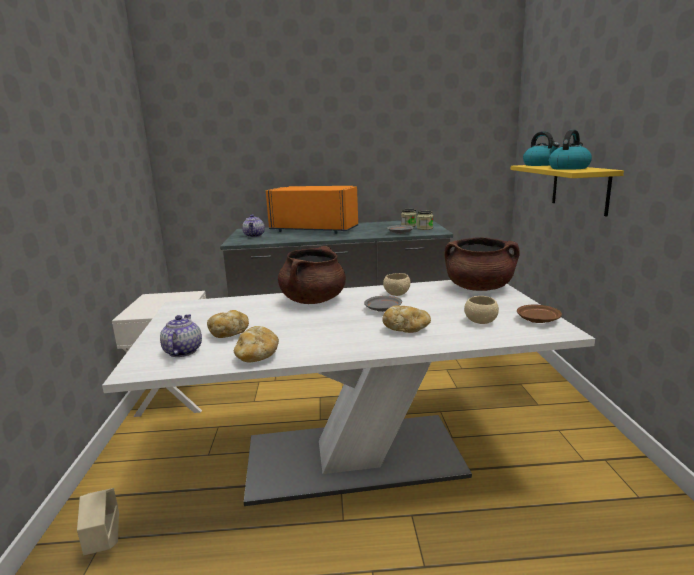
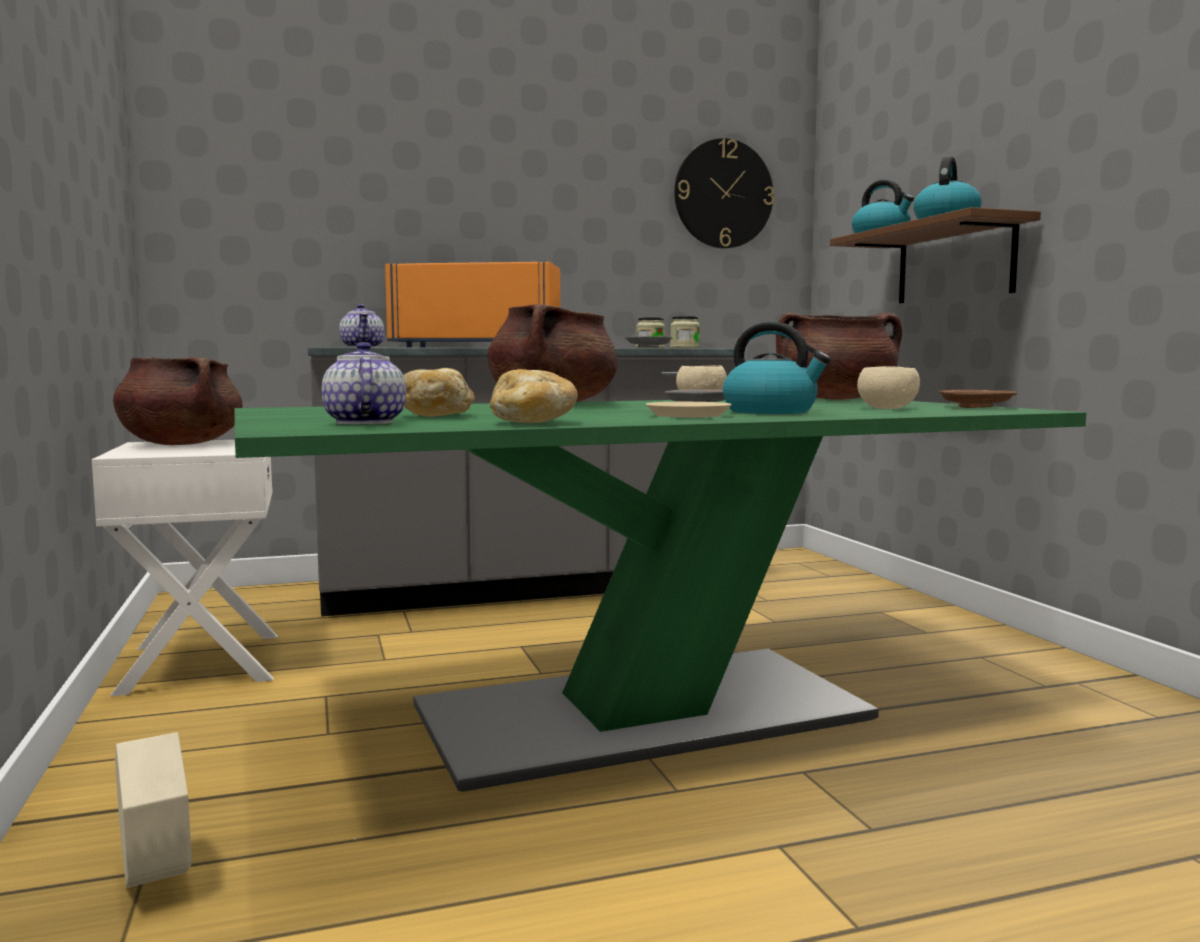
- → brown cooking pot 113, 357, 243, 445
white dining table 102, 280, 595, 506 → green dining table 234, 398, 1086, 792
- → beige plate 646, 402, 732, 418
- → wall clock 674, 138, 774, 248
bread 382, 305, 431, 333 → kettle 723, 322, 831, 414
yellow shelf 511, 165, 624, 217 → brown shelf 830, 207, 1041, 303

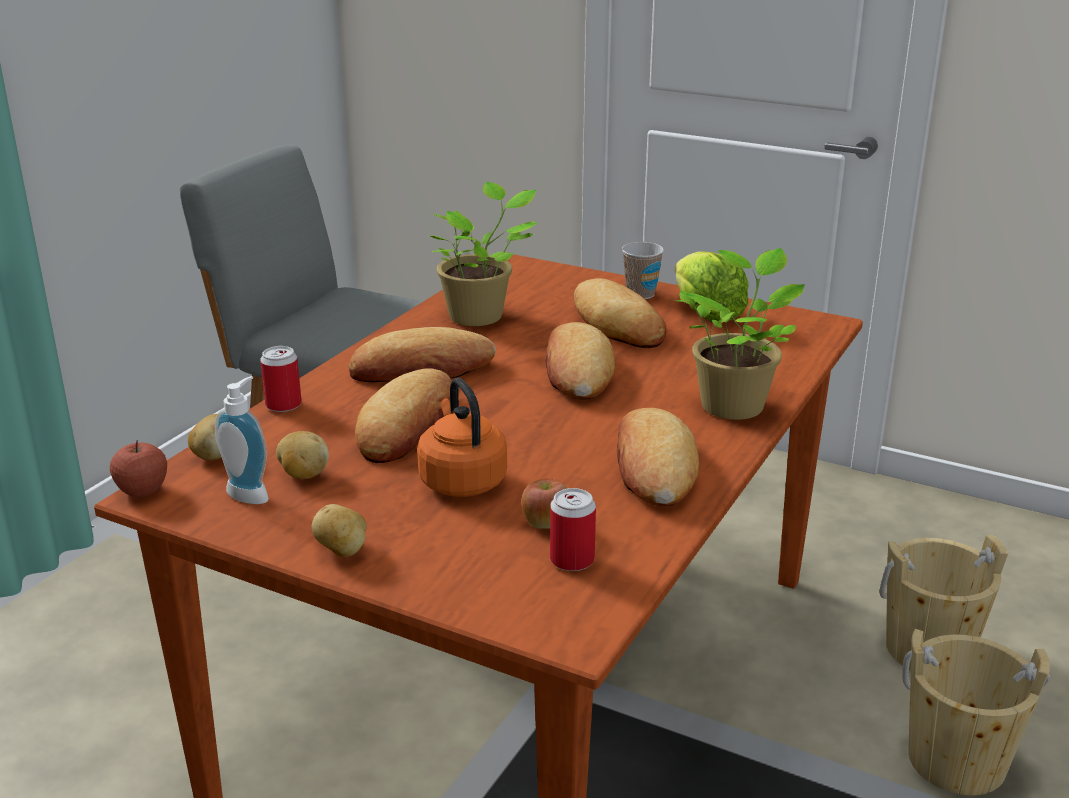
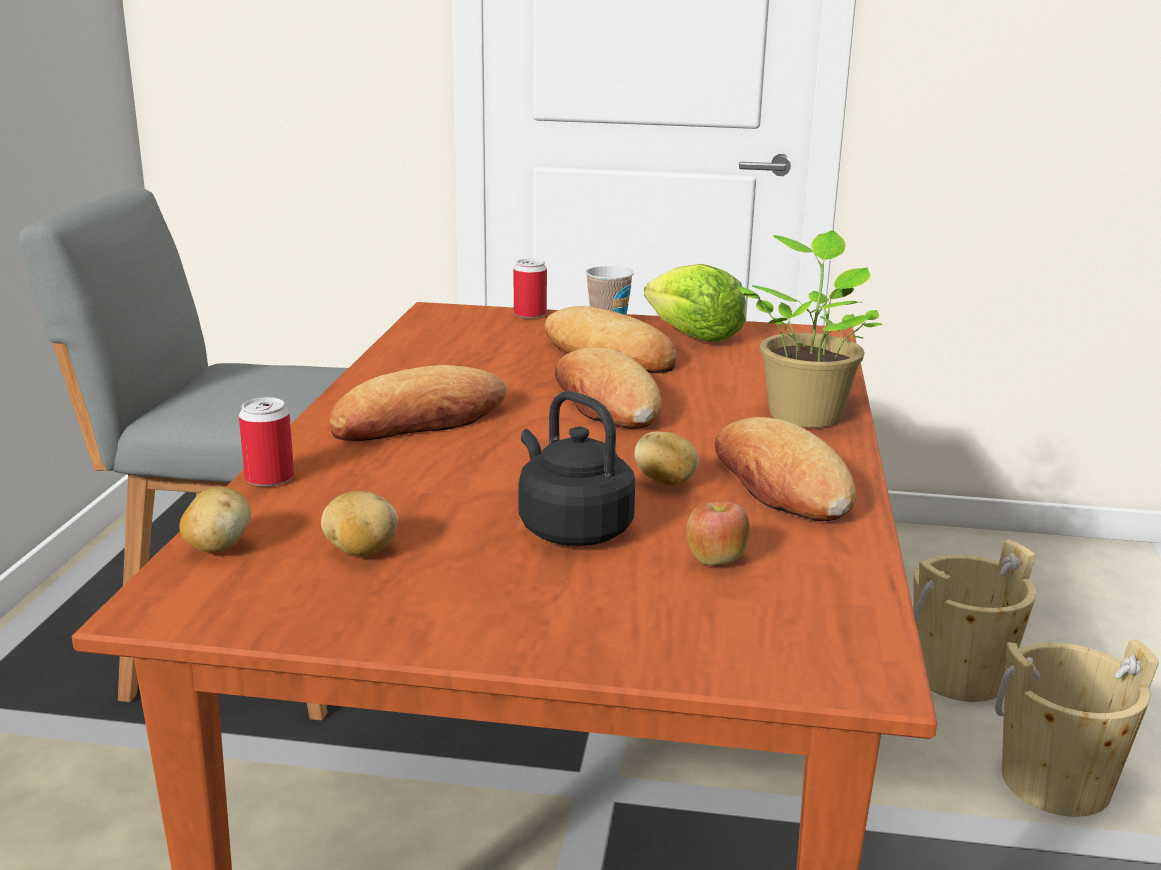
can 550, 488, 596, 571 → can 514, 259, 547, 319, move
orange kettle 417, 378, 507, 497 → black kettle 519, 391, 635, 546
potato 312, 504, 367, 557 → potato 634, 432, 699, 486, move
apple 110, 441, 167, 497 → -
soap dispenser 215, 376, 269, 504 → -
bread 355, 368, 452, 463 → -
potted plant 429, 182, 538, 326 → -

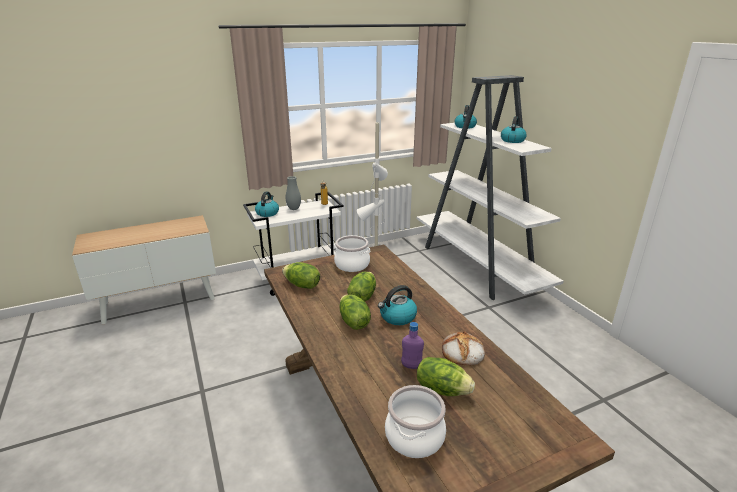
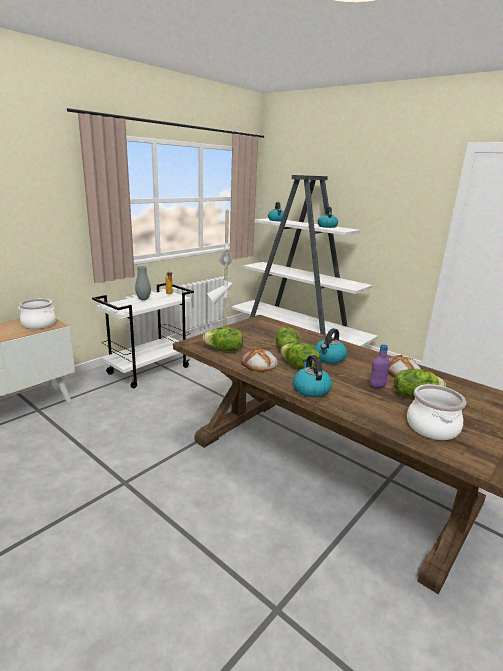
cooking pot 334, 235, 370, 272 → cooking pot 18, 299, 56, 329, move
- → bread 241, 348, 278, 372
kettle 255, 192, 279, 217 → kettle 293, 355, 332, 398, move

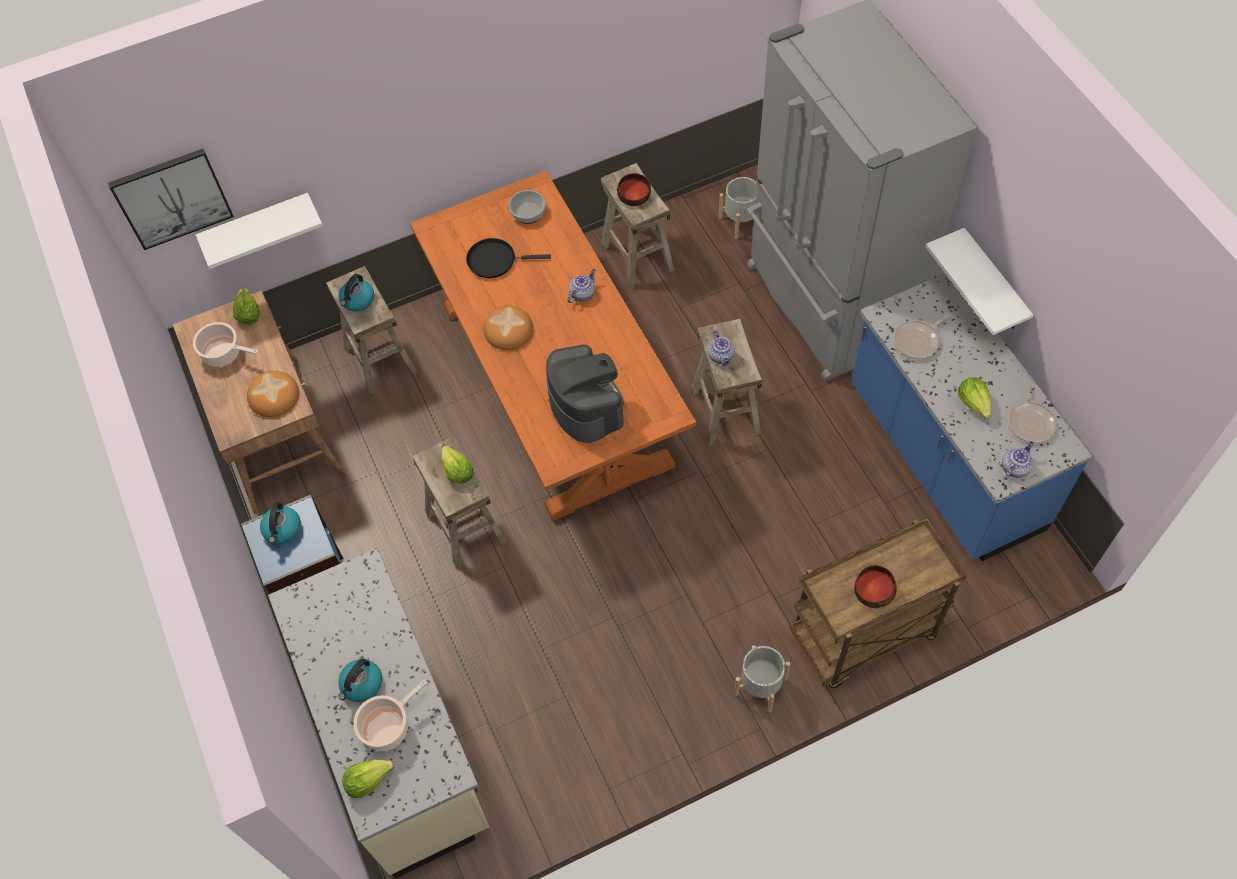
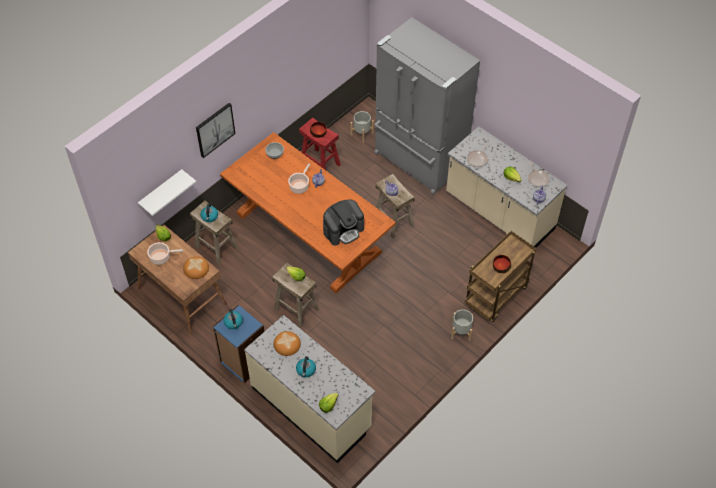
picture 108, 149, 234, 250 → picture 196, 103, 235, 158, move
bread 483, 305, 533, 350 → bread 274, 331, 301, 356, move
cooking pot 353, 679, 428, 751 → cooking pot 288, 163, 310, 194, move
beige stool 601, 163, 674, 290 → red stool 299, 117, 341, 170
coffee machine 546, 344, 624, 443 → coffee machine 323, 200, 364, 246, 105 degrees clockwise
blue counter 851, 273, 1092, 561 → beige counter 446, 126, 568, 248
black frying pan 466, 238, 551, 278 → -
white shelf 925, 228, 1034, 335 → -

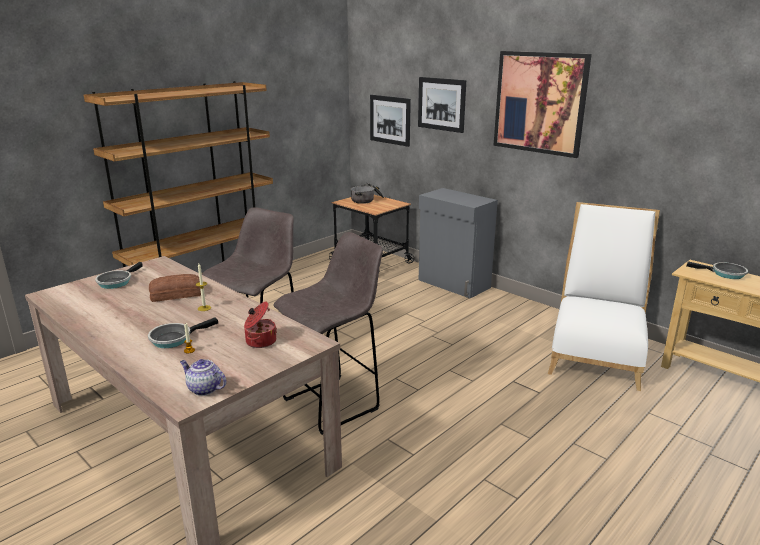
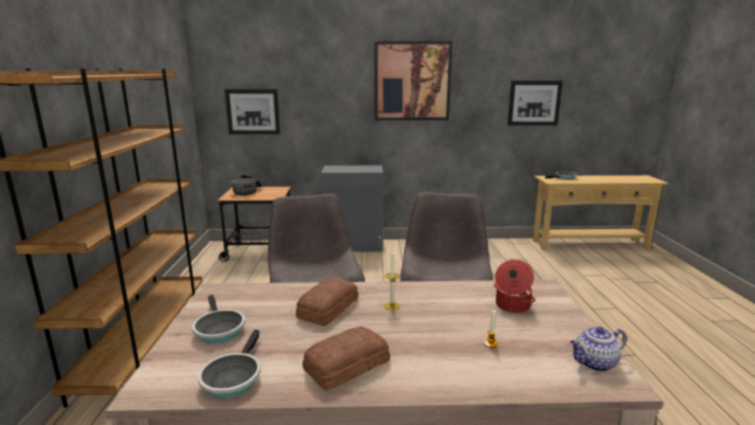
frying pan 148, 317, 218, 348 → frying pan 198, 330, 261, 398, move
- → bread 302, 327, 390, 391
picture 418, 77, 466, 133 → picture 508, 81, 563, 126, move
white chair 548, 202, 660, 391 → -

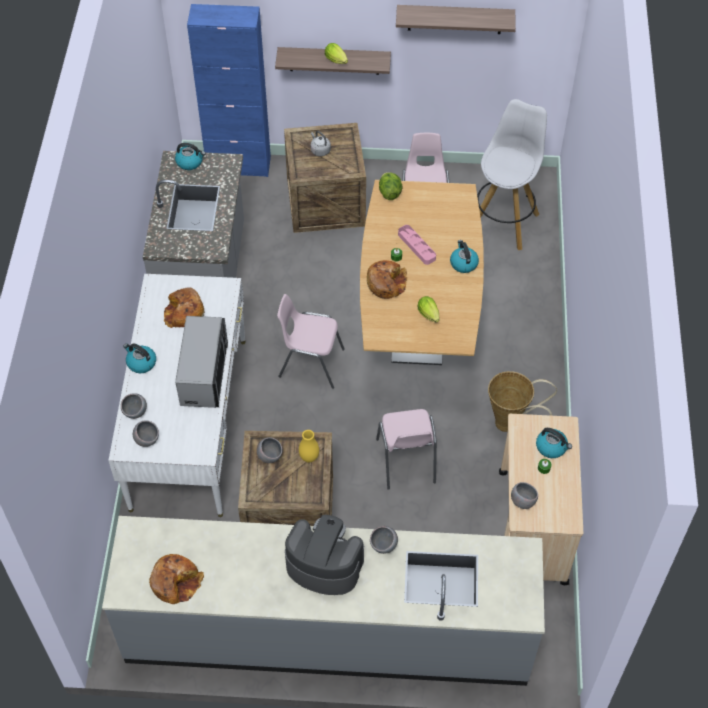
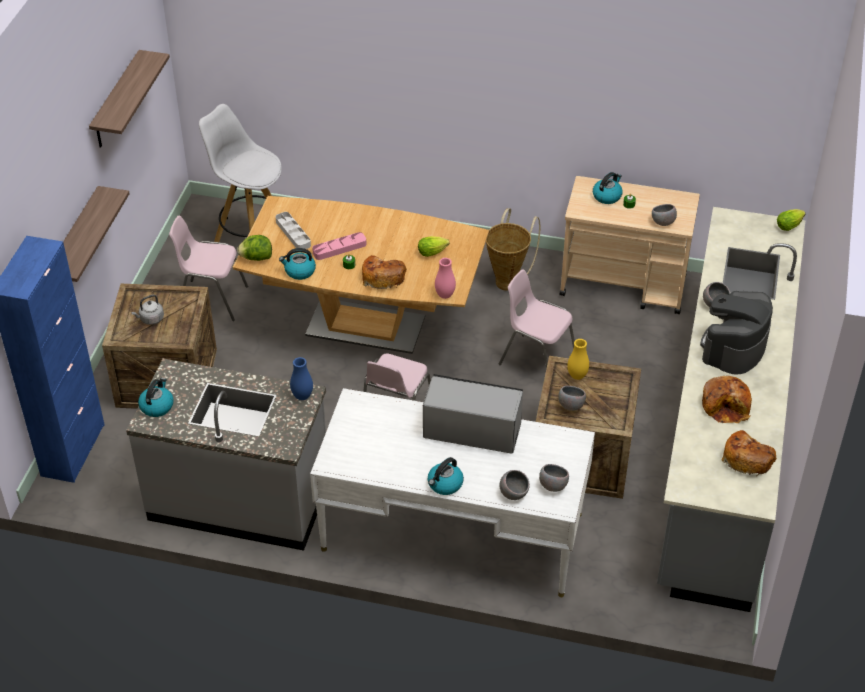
- → grey tray 276, 212, 311, 249
kettle 450, 240, 479, 273 → kettle 279, 248, 316, 280, move
- → blue vase 290, 357, 313, 400
- → pink vase 435, 258, 456, 299
pink chair 376, 409, 437, 490 → pink chair 499, 269, 575, 369, 150 degrees counterclockwise
bread 164, 288, 205, 328 → bread 702, 376, 752, 423, move
lettuce 325, 43, 348, 64 → lettuce 777, 209, 806, 231, move

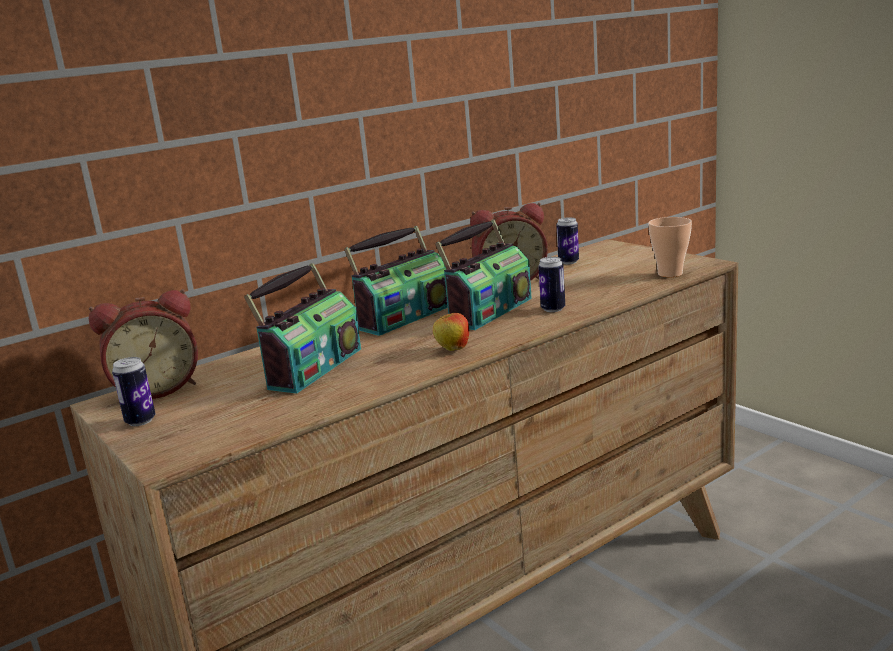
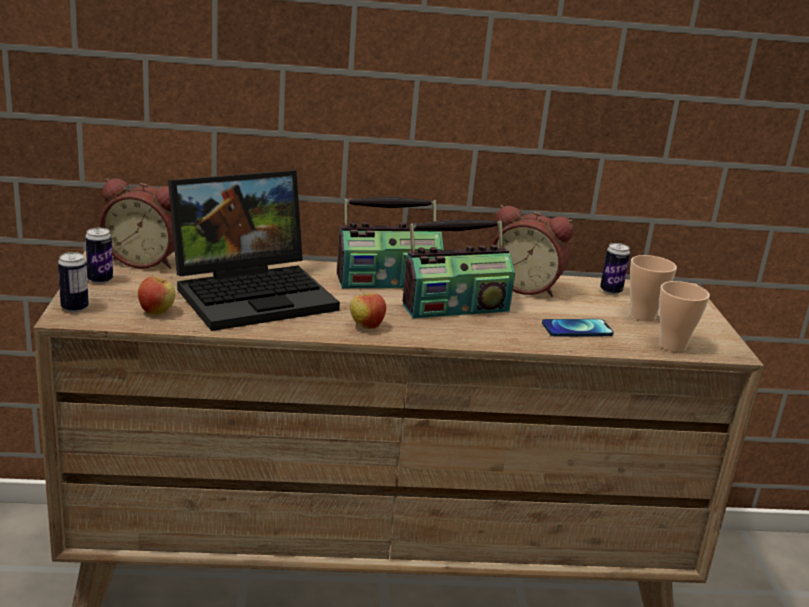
can 538, 257, 565, 312 → can 58, 252, 89, 313, move
- → apple 138, 277, 175, 315
radio 244, 263, 361, 394 → laptop 168, 170, 340, 331
- → phone 542, 319, 614, 337
- → cup 630, 255, 677, 321

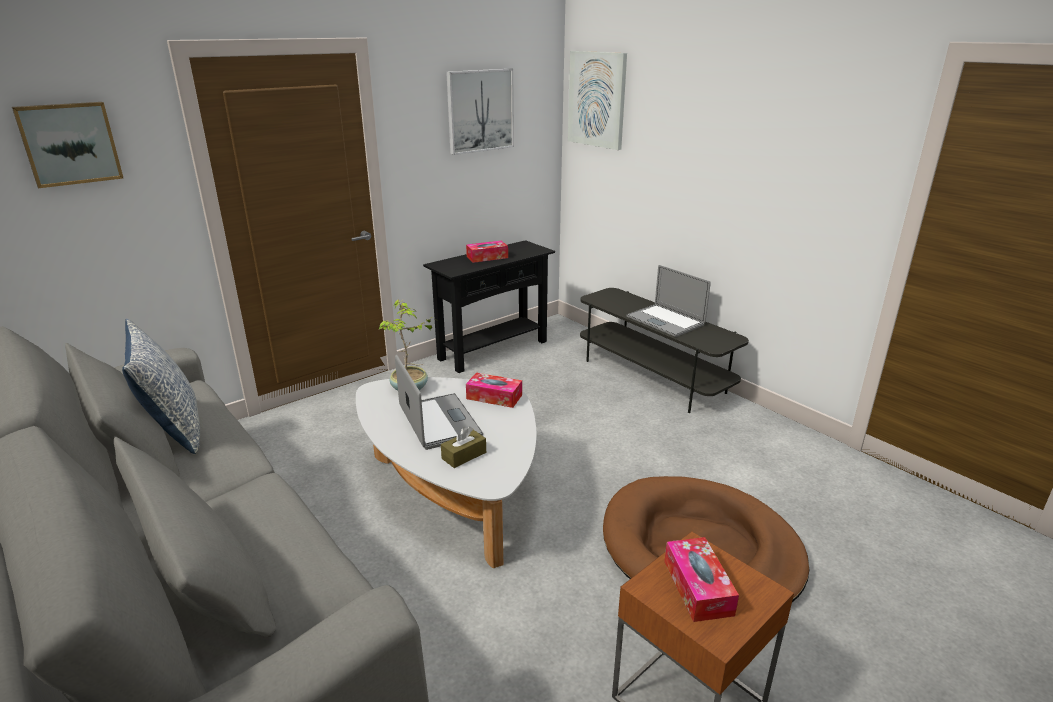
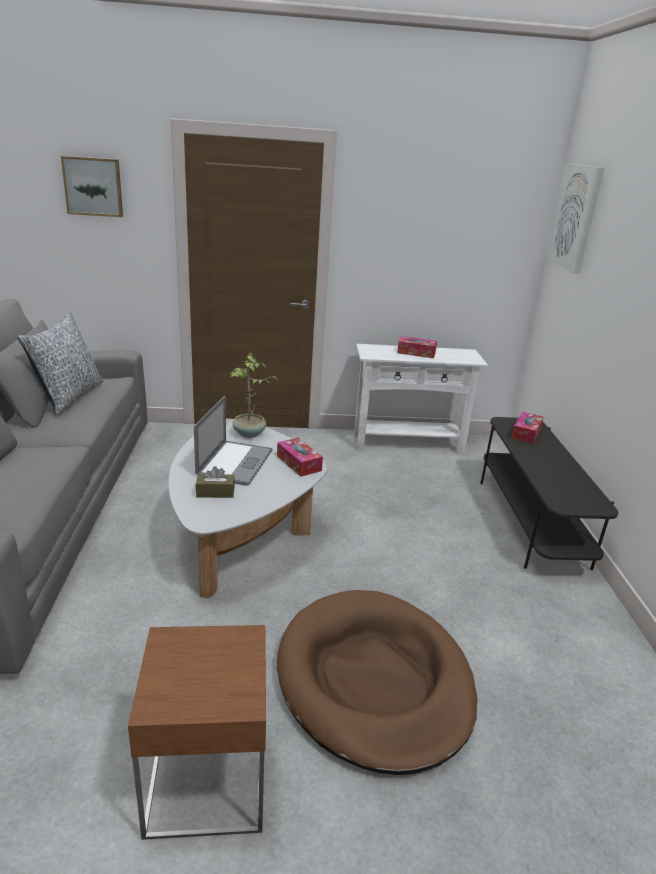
black console table 423, 240, 555, 373 → white console table 354, 344, 488, 454
tissue box 664, 537, 739, 622 → tissue box 512, 412, 543, 444, move
picture 446, 69, 514, 155 → -
laptop 626, 265, 711, 337 → -

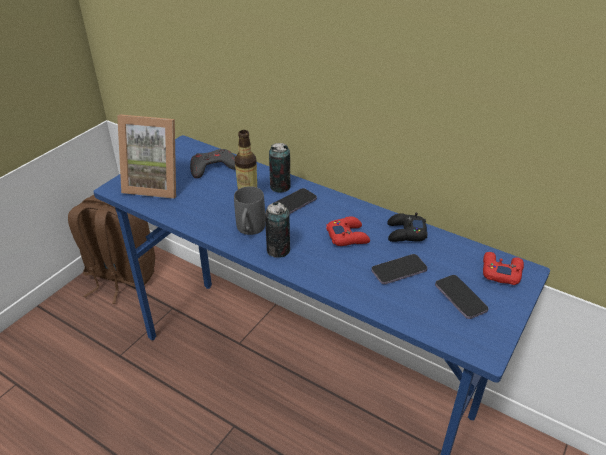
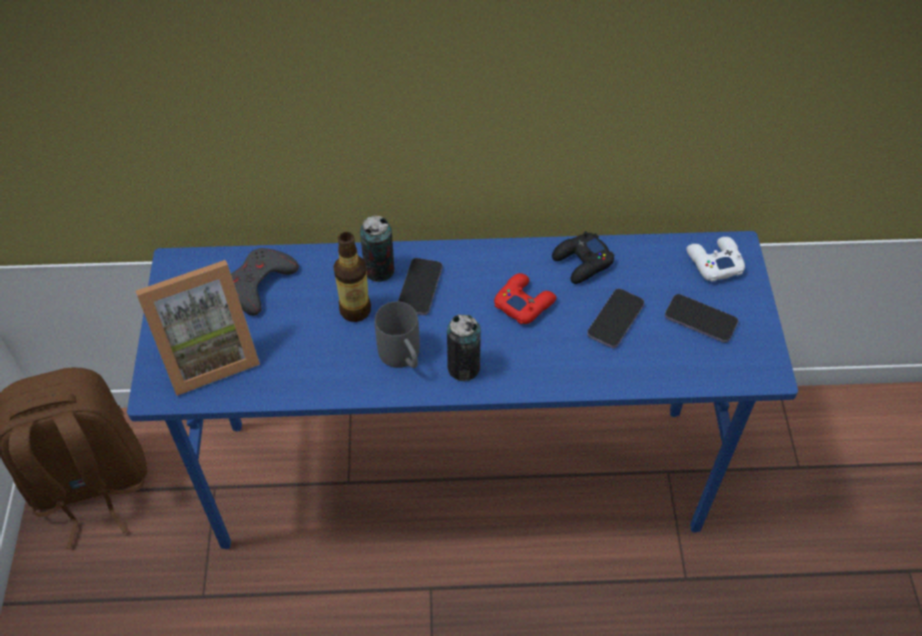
red game controller 483, 252, 524, 285 → white game controller 686, 237, 745, 282

